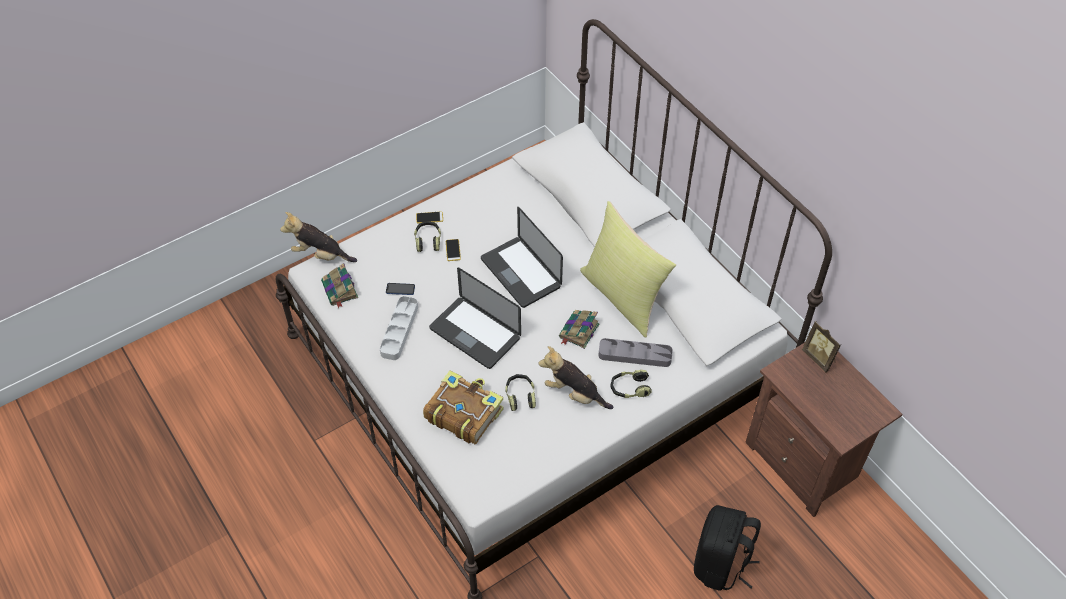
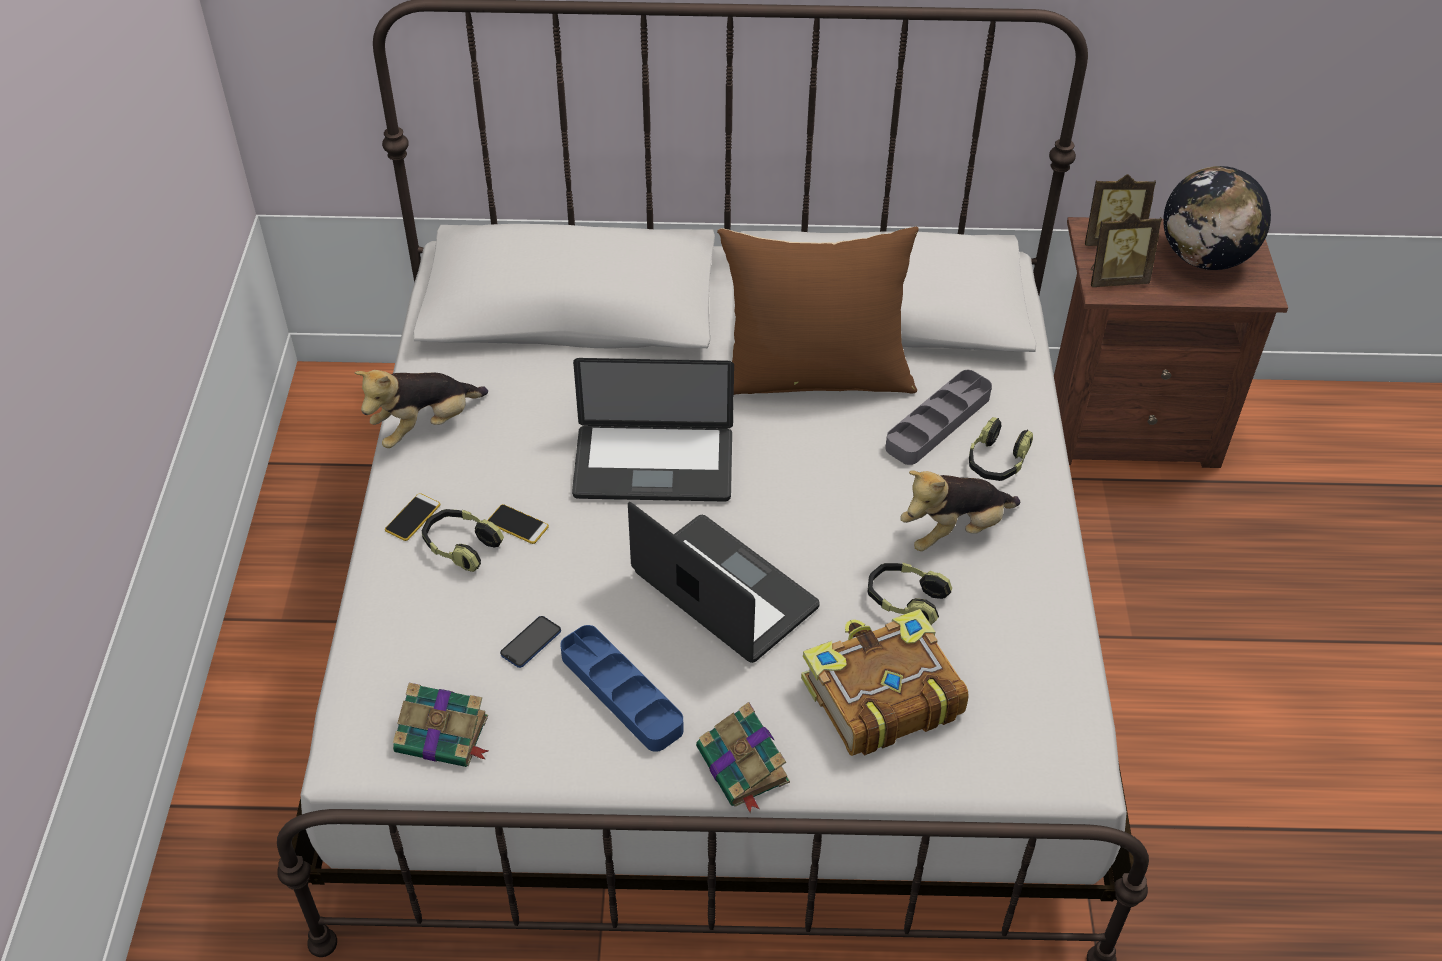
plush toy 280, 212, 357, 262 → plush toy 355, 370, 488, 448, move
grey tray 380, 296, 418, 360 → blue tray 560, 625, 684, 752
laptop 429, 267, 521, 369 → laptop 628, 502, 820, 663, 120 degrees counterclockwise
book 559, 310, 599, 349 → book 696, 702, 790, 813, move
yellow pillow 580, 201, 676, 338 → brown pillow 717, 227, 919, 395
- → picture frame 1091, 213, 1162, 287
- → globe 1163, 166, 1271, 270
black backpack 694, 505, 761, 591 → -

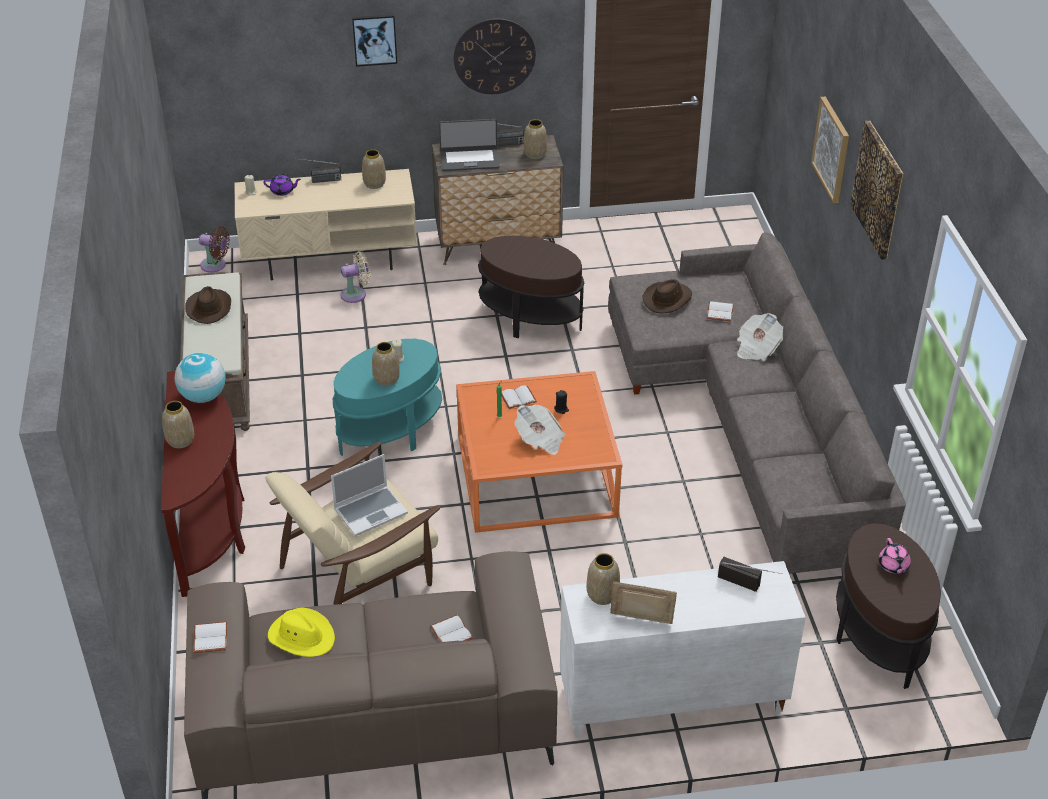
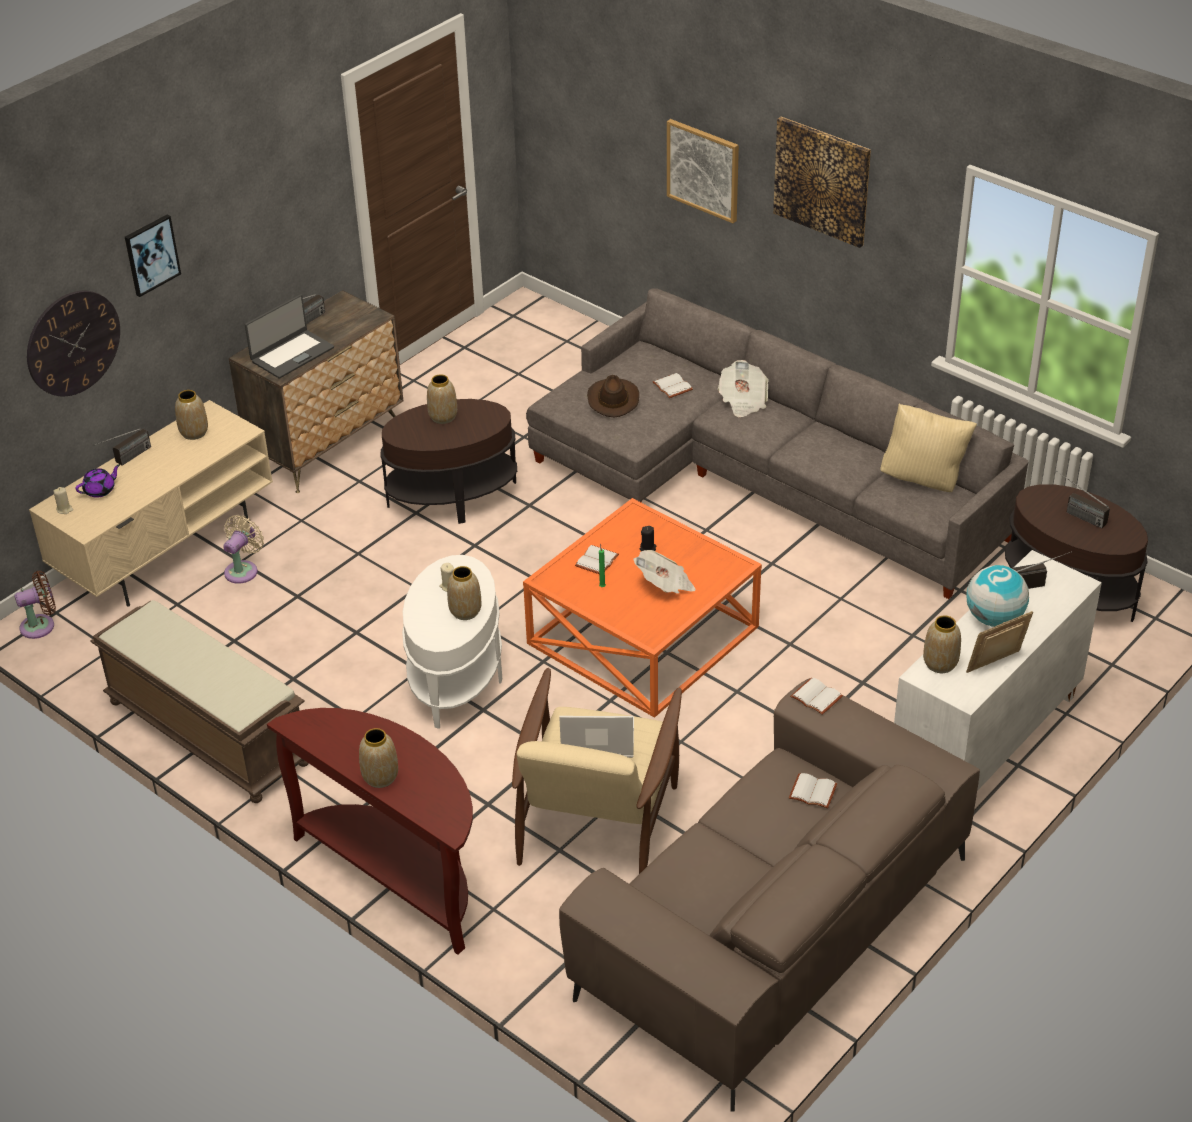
wall clock 454, 18, 536, 94 → wall clock 27, 291, 120, 396, move
turquoise side table 333, 339, 442, 456 → white side table 402, 555, 502, 729
vase 524, 119, 547, 159 → vase 427, 374, 457, 424, move
laptop 331, 454, 408, 536 → laptop 559, 716, 634, 758, 105 degrees counterclockwise
white book 194, 622, 227, 653 → white book 790, 678, 843, 715, move
- → beige pillow 880, 404, 977, 492
globe 174, 353, 226, 403 → globe 967, 565, 1029, 627, move
pink teapot 879, 538, 911, 574 → radio 1056, 471, 1110, 528
brown hat 185, 286, 231, 324 → -
yellow hat 268, 608, 335, 657 → -

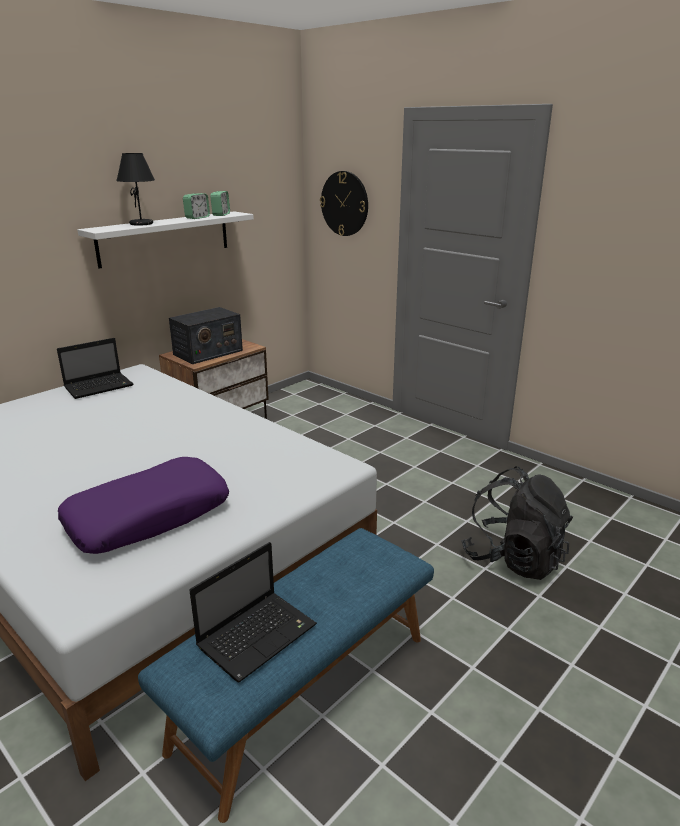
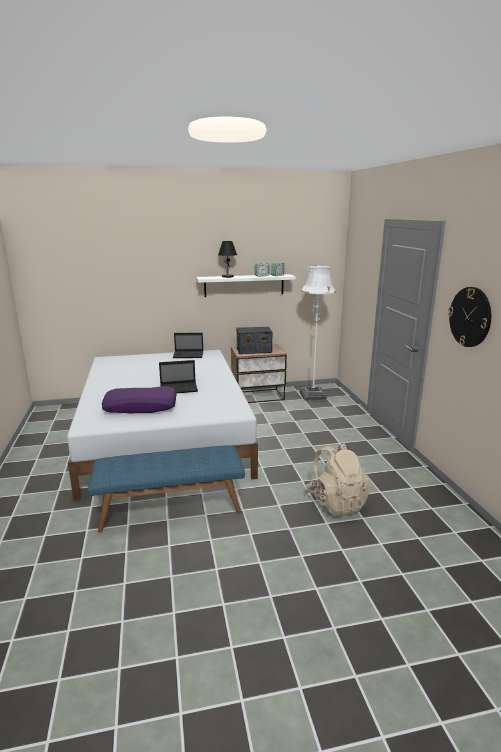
laptop 189, 542, 317, 682 → laptop 159, 360, 198, 393, move
- → white floor lamp 299, 265, 336, 401
black backpack 461, 466, 573, 580 → beige backpack 305, 443, 370, 516
wall clock 320, 171, 368, 236 → wall clock 448, 287, 491, 347, move

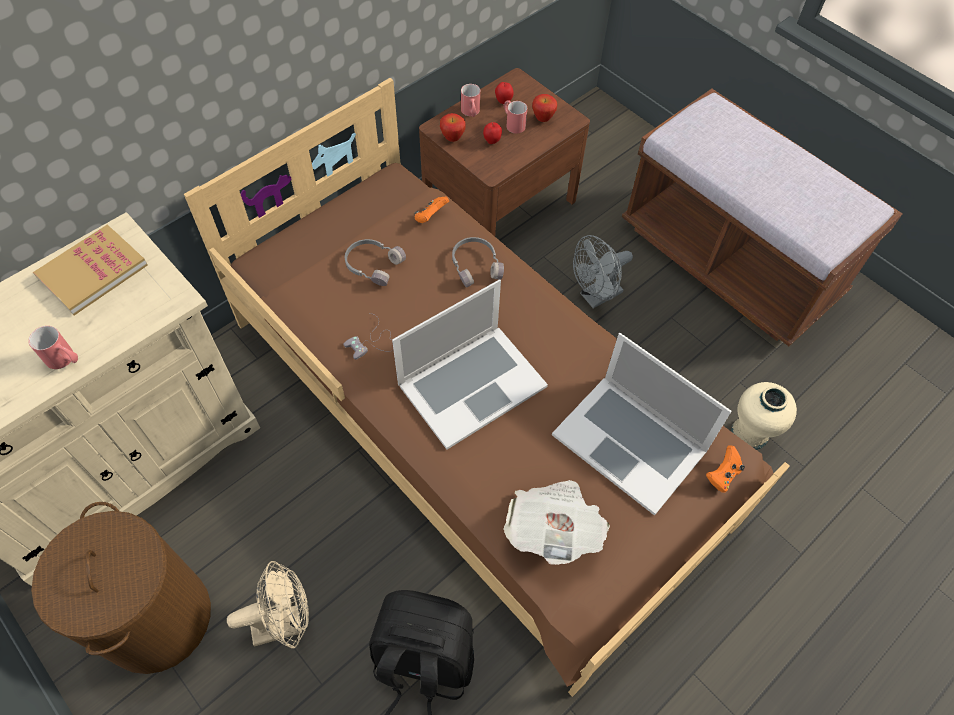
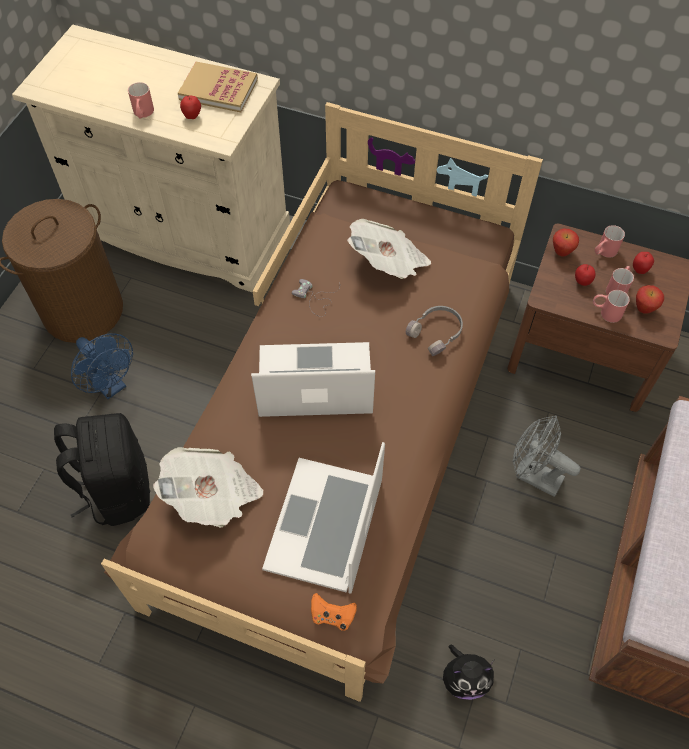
beige fan 227, 561, 309, 649 → blue fan 71, 333, 133, 399
- → apple 180, 96, 201, 119
laptop 392, 279, 548, 450 → laptop 251, 342, 375, 417, 150 degrees clockwise
grey headphones 345, 239, 406, 286 → newspaper 347, 219, 431, 279
beige vase 731, 382, 797, 450 → plush toy 443, 644, 494, 700
- → red mug 593, 290, 630, 323
orange game controller 414, 196, 449, 223 → -

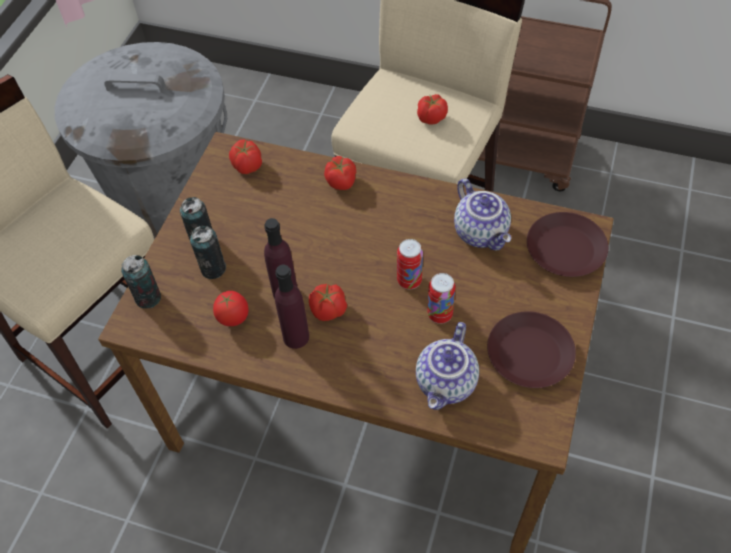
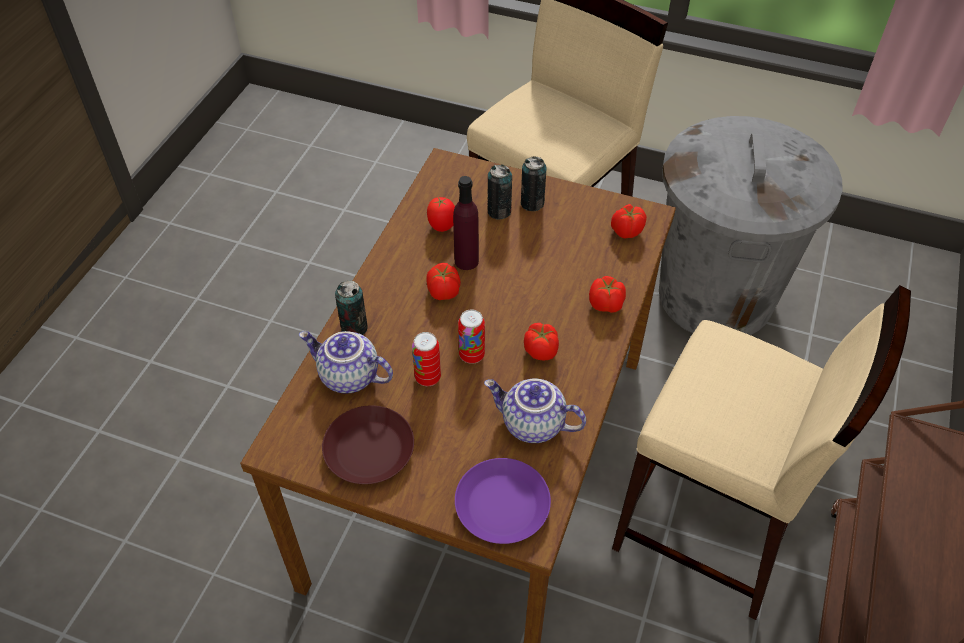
can 121, 255, 161, 309 → can 335, 280, 368, 335, move
brown plate 527, 212, 608, 277 → purple plate 455, 458, 551, 544
teapot 454, 179, 511, 251 → teapot 484, 378, 586, 443, 45 degrees clockwise
tomato 417, 94, 448, 124 → tomato 524, 323, 559, 361, move
purple bottle 275, 265, 309, 349 → -

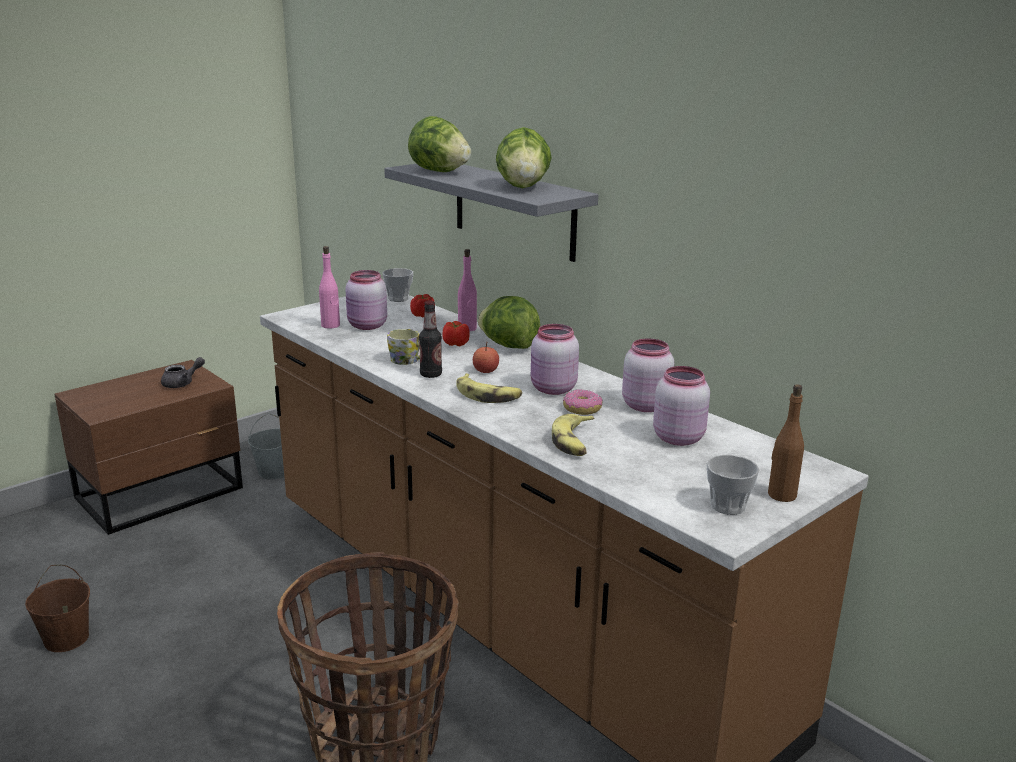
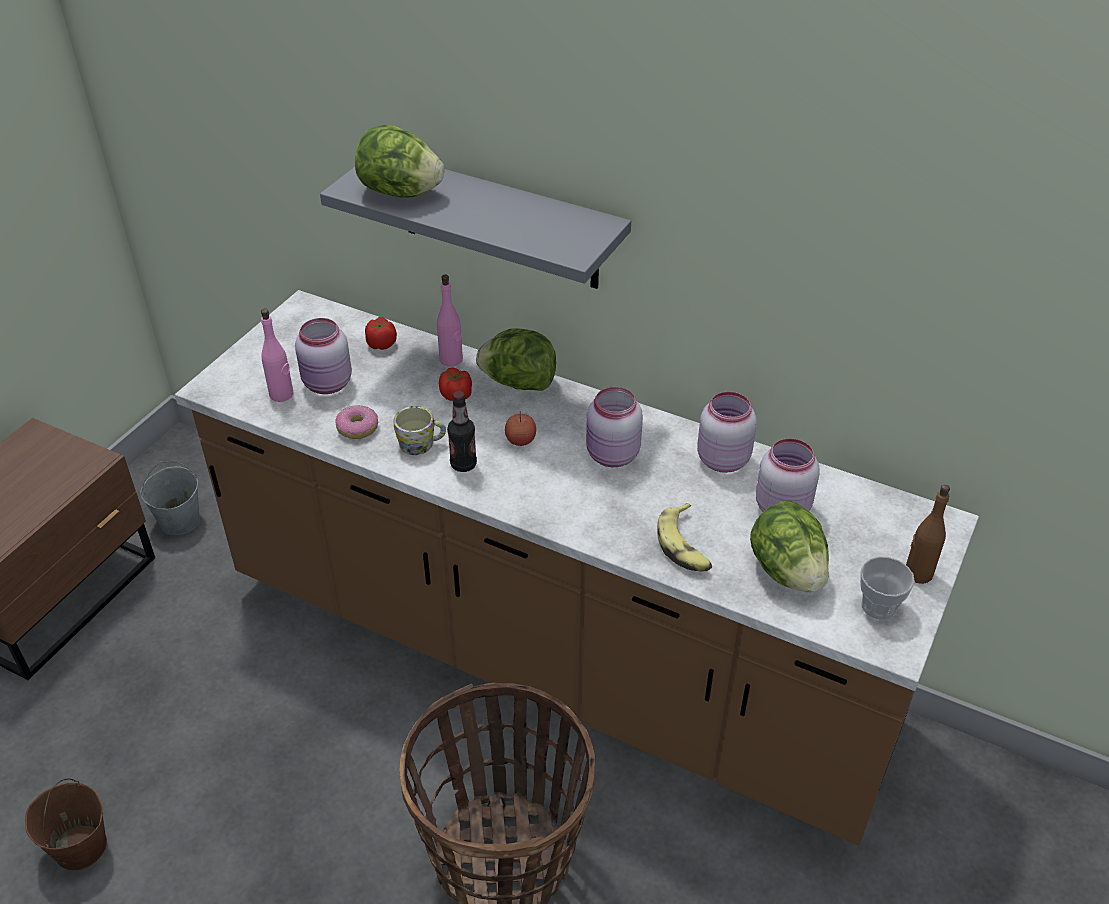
donut 563, 389, 603, 415 → donut 335, 405, 378, 439, move
lettuce 496, 127, 552, 188 → lettuce 750, 500, 829, 592, move
grey teapot 161, 357, 205, 388 → -
cup 382, 268, 413, 302 → -
banana 456, 373, 522, 403 → -

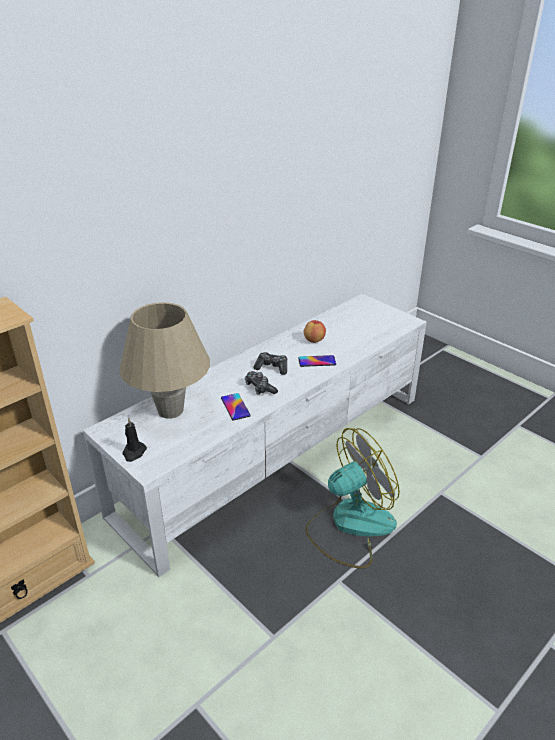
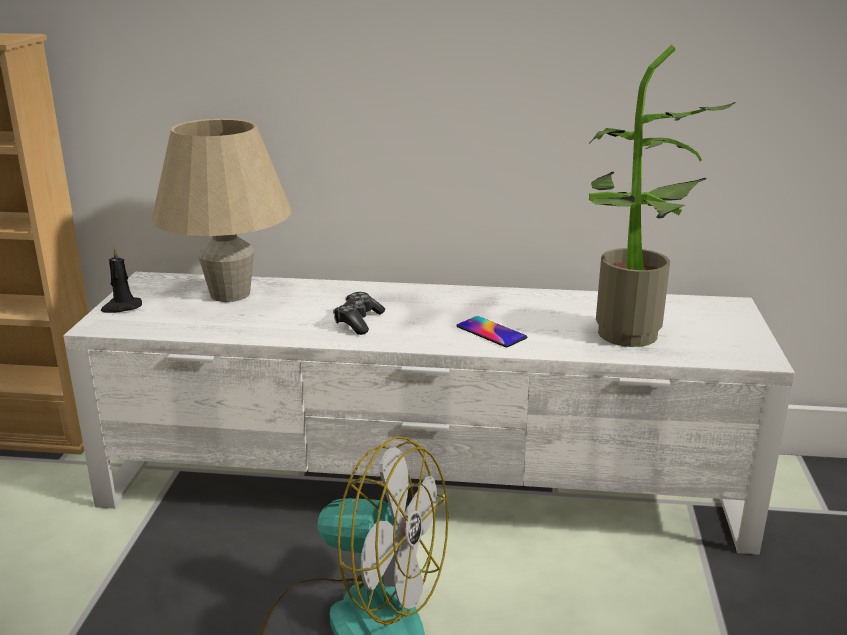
- → potted plant 589, 45, 736, 347
phone 221, 393, 251, 420 → -
game controller 254, 352, 287, 375 → -
apple 304, 320, 326, 343 → -

